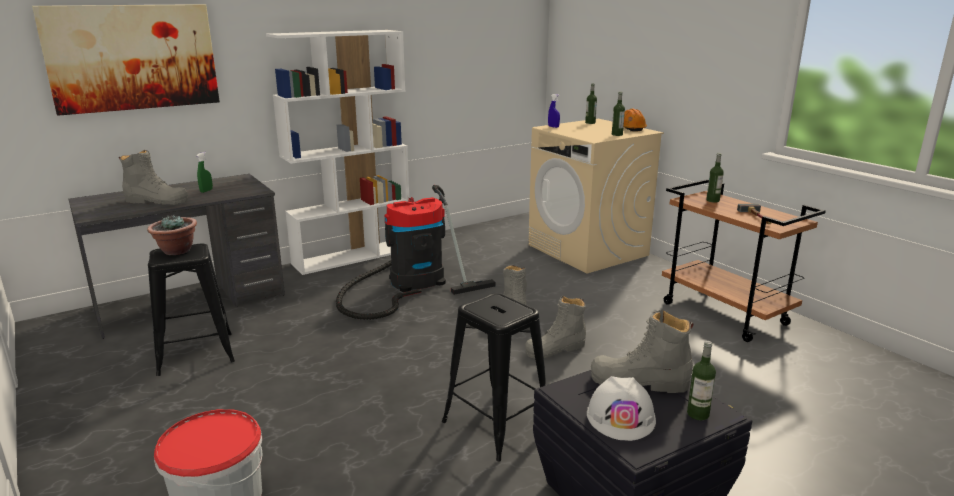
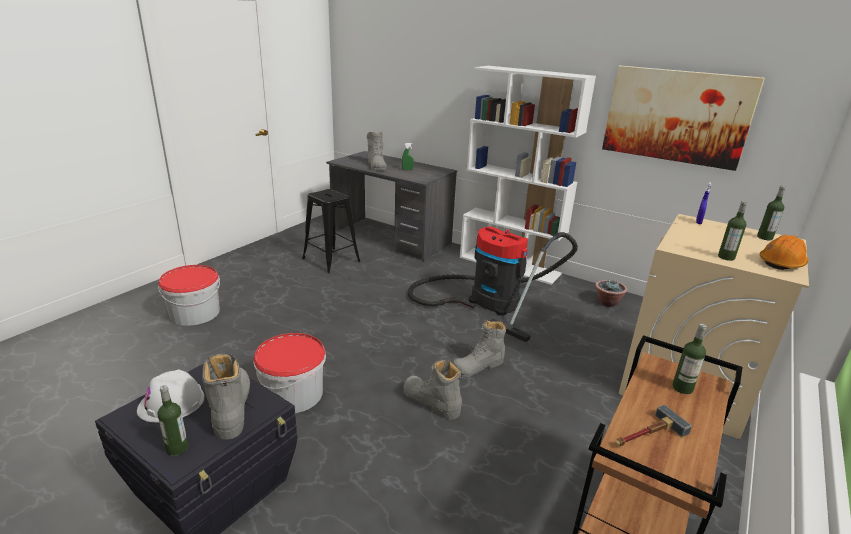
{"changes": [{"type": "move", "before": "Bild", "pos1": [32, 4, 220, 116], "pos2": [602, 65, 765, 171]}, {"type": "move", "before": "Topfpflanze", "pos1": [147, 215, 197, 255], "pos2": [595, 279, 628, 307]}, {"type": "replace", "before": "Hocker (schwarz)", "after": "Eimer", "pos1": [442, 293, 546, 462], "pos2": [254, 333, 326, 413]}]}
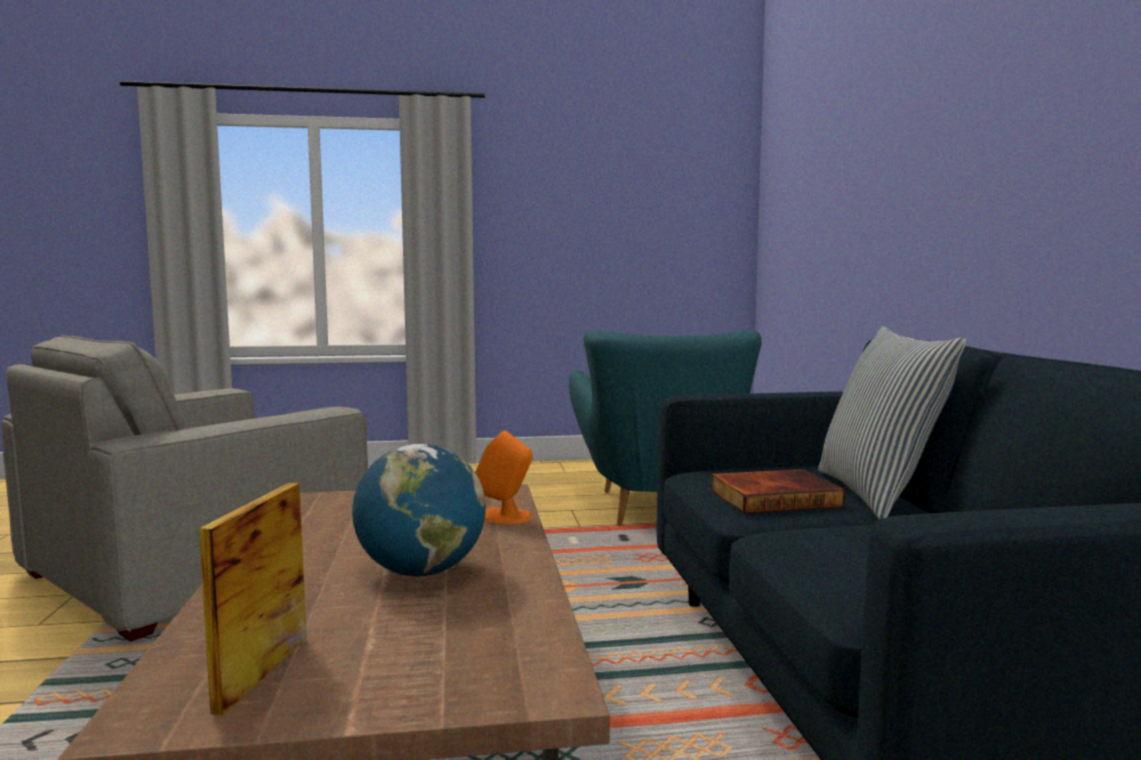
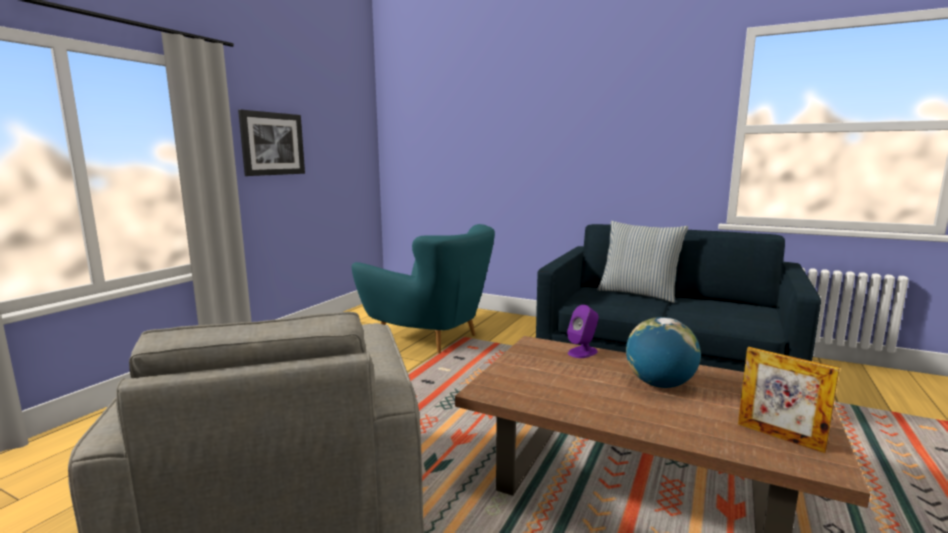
{"changes": [{"type": "recolor", "before": "Lautsprecher (orange)", "after": "Lautsprecher (lila)", "pos1": [475, 430, 533, 524], "pos2": [567, 305, 598, 358]}, {"type": "delete", "before": "Buch", "pos1": [711, 469, 845, 513]}, {"type": "insert", "after": "Bild", "pos2": [238, 110, 305, 176]}]}
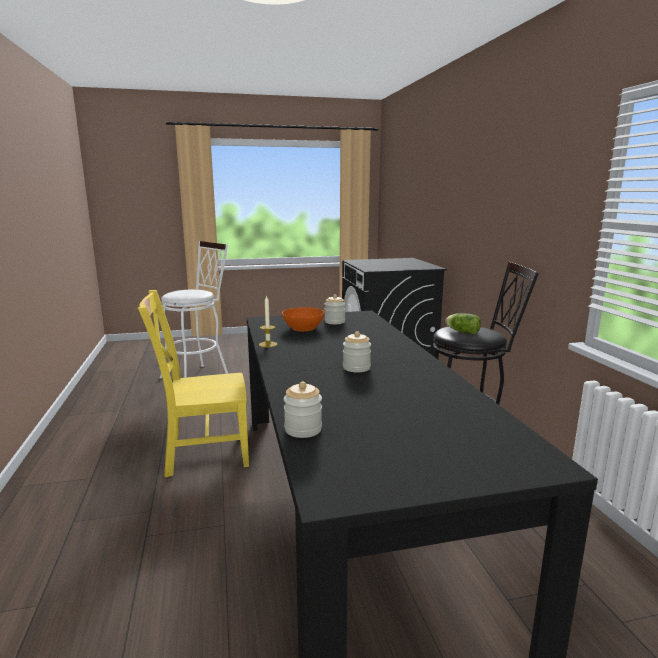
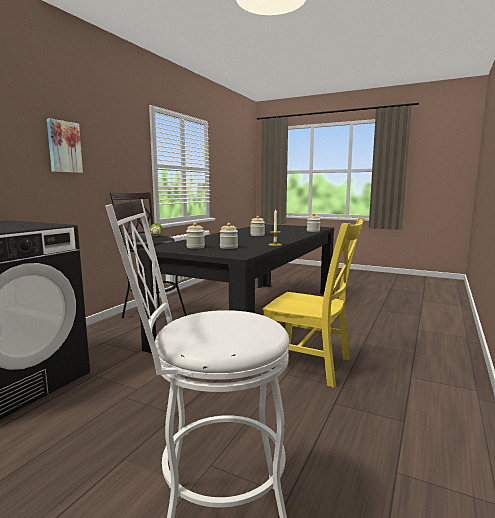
{"changes": [{"type": "replace", "before": "Schüssel (orange)", "after": "Vorratsglas", "pos1": [282, 307, 324, 331], "pos2": [220, 223, 238, 249]}, {"type": "insert", "after": "Bild", "pos2": [47, 118, 83, 173]}]}
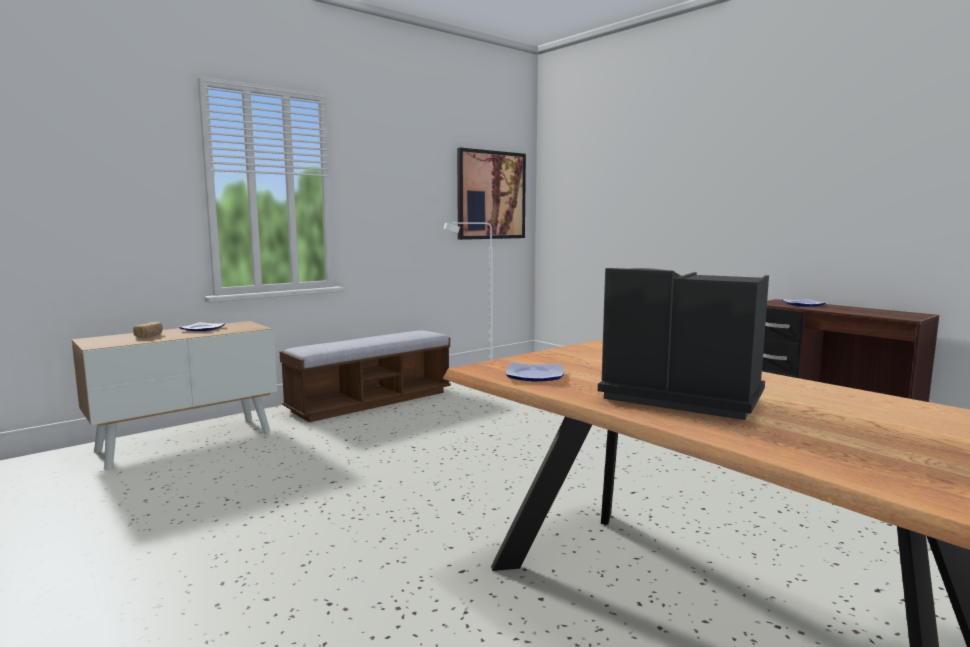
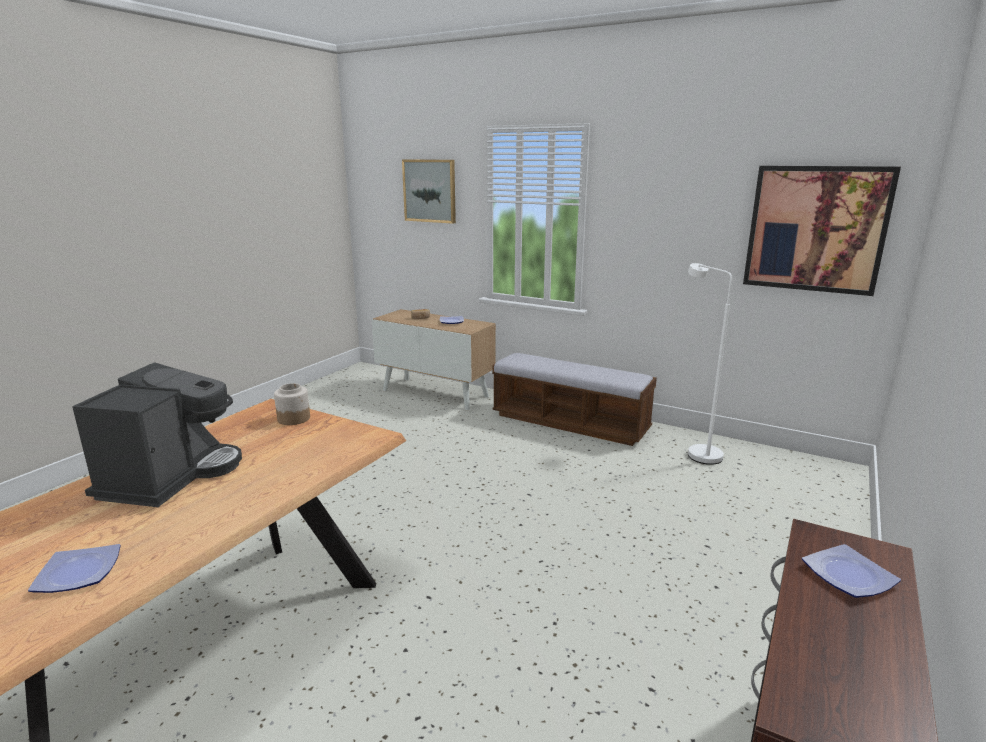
{"changes": [{"type": "move", "before": "Teller", "pos1": [506, 362, 564, 381], "pos2": [28, 544, 121, 593]}, {"type": "insert", "after": "Bild", "pos2": [402, 160, 456, 224]}, {"type": "insert", "after": "Vorratsglas", "pos2": [274, 383, 310, 425]}]}
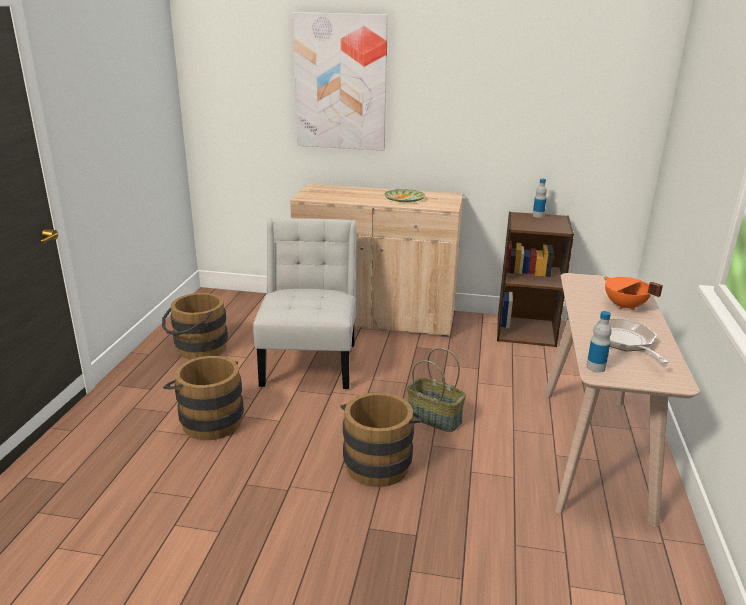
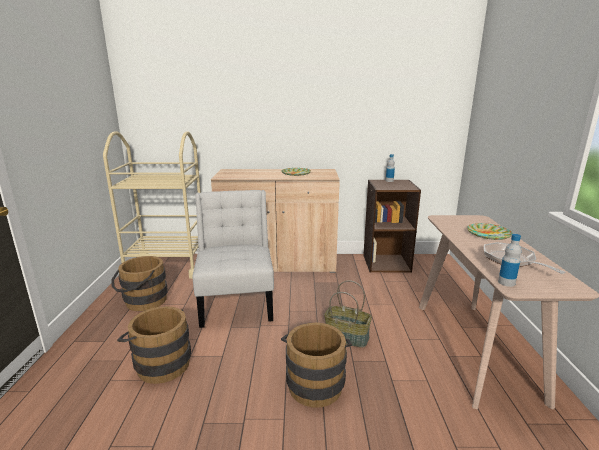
{"changes": [{"type": "delete", "before": "Bild", "pos1": [293, 12, 388, 151]}, {"type": "replace", "before": "Kochtopf (orange)", "after": "Teller", "pos1": [604, 277, 663, 310], "pos2": [467, 223, 513, 240]}, {"type": "insert", "after": "Rollwagen (beige)", "pos2": [103, 131, 201, 279]}]}
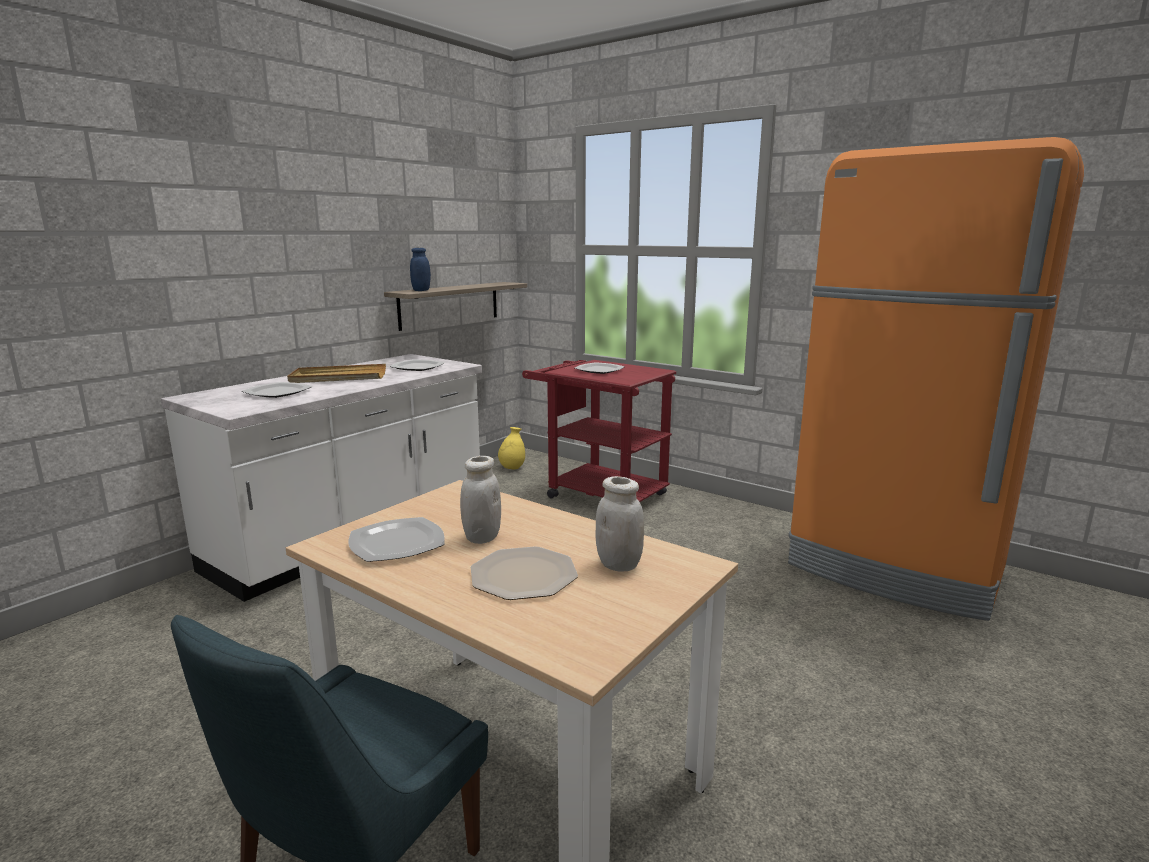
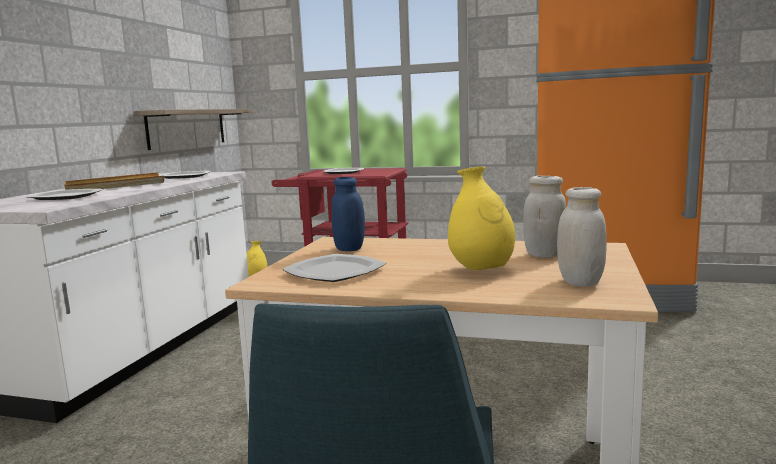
{"changes": [{"type": "move", "before": "Vorratsglas (blau)", "pos1": [410, 248, 431, 291], "pos2": [332, 177, 365, 251]}, {"type": "move", "before": "Vorratsglas (weiß)", "pos1": [460, 456, 501, 544], "pos2": [557, 187, 607, 286]}, {"type": "replace", "before": "Teller", "after": "Vase (gelb)", "pos1": [471, 546, 578, 600], "pos2": [448, 166, 515, 270]}]}
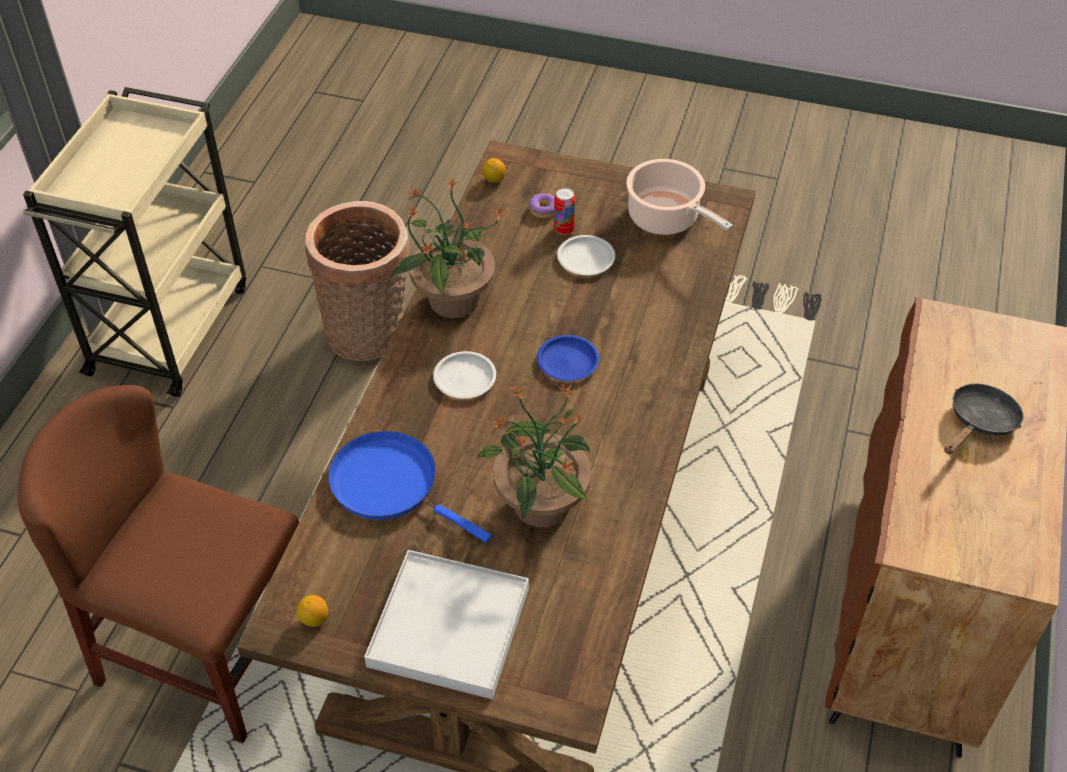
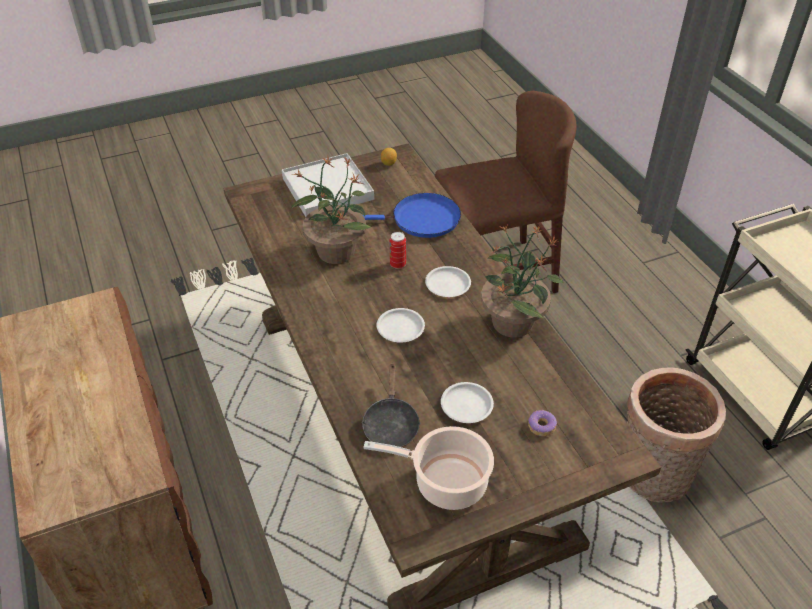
{"changes": [{"type": "delete", "before": "Zitrone", "pos1": [482, 158, 506, 183]}, {"type": "move", "before": "Dose", "pos1": [554, 188, 576, 235], "pos2": [390, 232, 406, 269]}, {"type": "recolor", "before": "Teller (blau)", "after": "Teller (weiß)", "pos1": [537, 335, 599, 381], "pos2": [376, 308, 425, 343]}, {"type": "move", "before": "Pfanne (schwarz)", "pos1": [945, 384, 1024, 454], "pos2": [361, 364, 421, 447]}]}
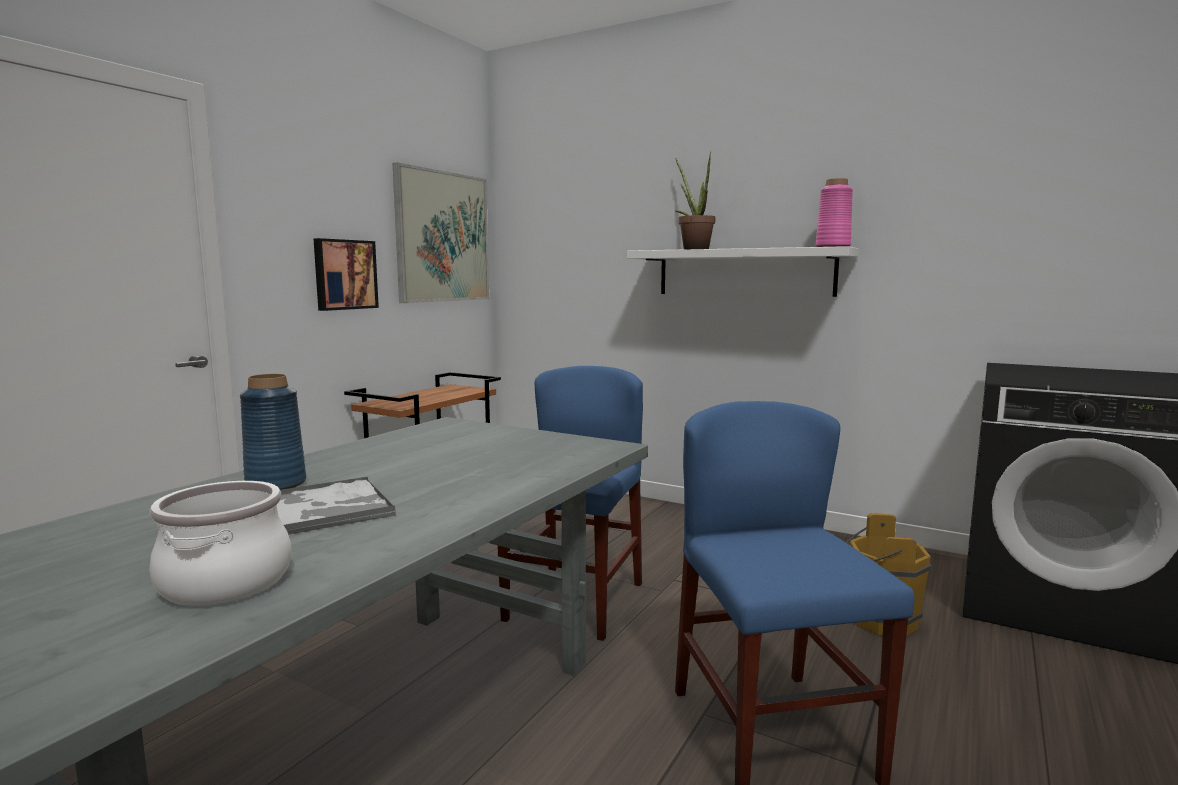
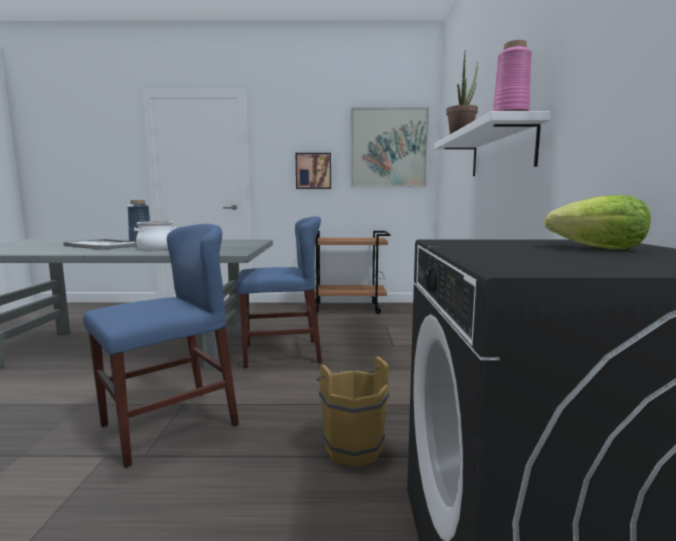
{"changes": [{"type": "move", "before": "Kochtopf", "pos1": [149, 481, 292, 606], "pos2": [134, 221, 176, 250]}, {"type": "insert", "after": "Salatkopf", "pos2": [544, 195, 651, 249]}]}
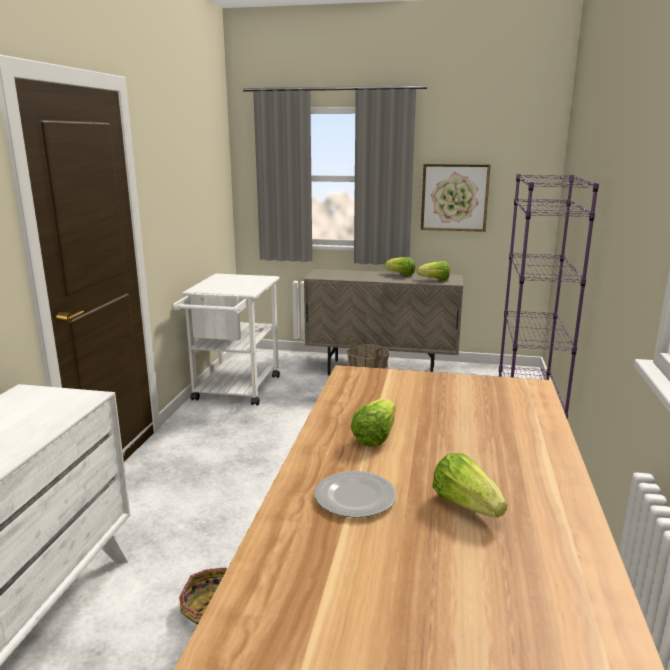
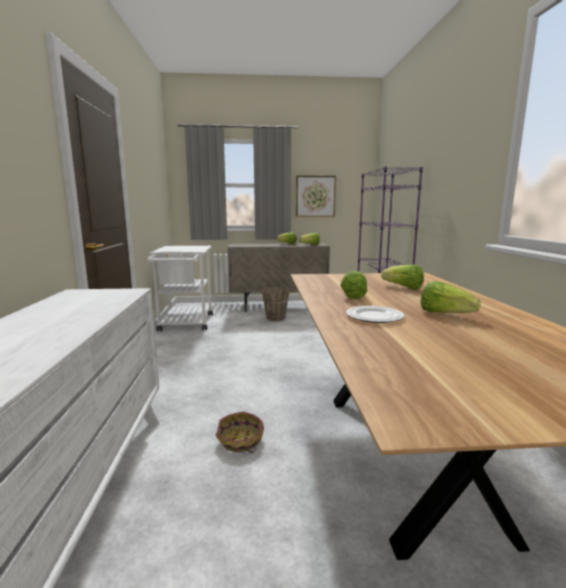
{"changes": [{"type": "insert", "after": "Salatkopf", "pos2": [381, 265, 424, 289]}]}
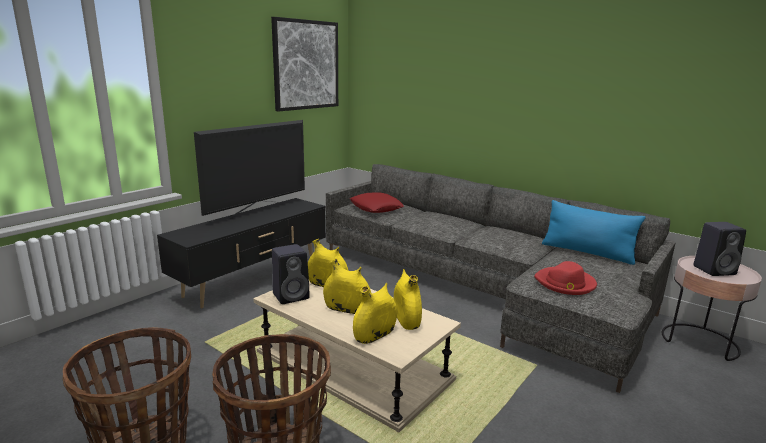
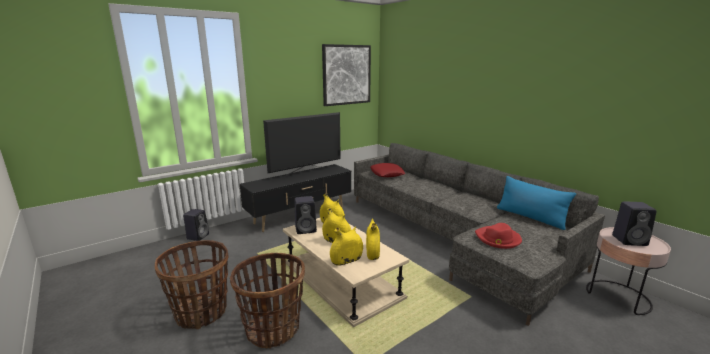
{"changes": [{"type": "insert", "after": "Lautsprecher (schwarz)", "pos2": [183, 209, 209, 241]}]}
